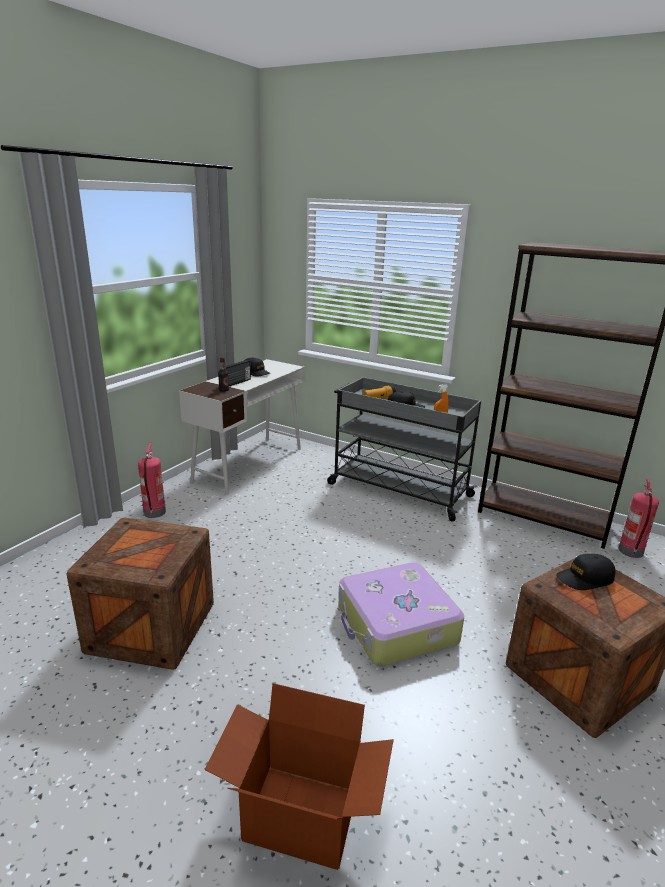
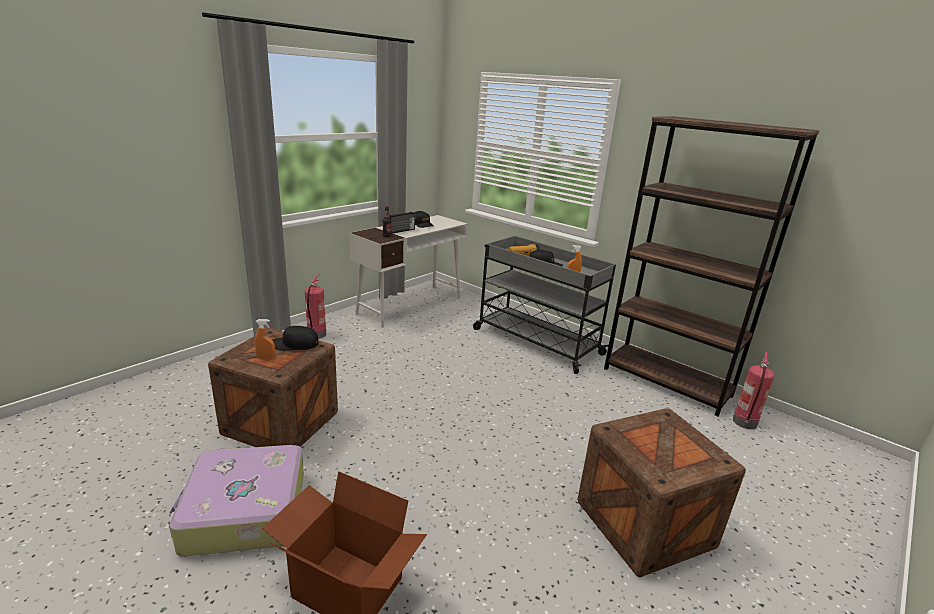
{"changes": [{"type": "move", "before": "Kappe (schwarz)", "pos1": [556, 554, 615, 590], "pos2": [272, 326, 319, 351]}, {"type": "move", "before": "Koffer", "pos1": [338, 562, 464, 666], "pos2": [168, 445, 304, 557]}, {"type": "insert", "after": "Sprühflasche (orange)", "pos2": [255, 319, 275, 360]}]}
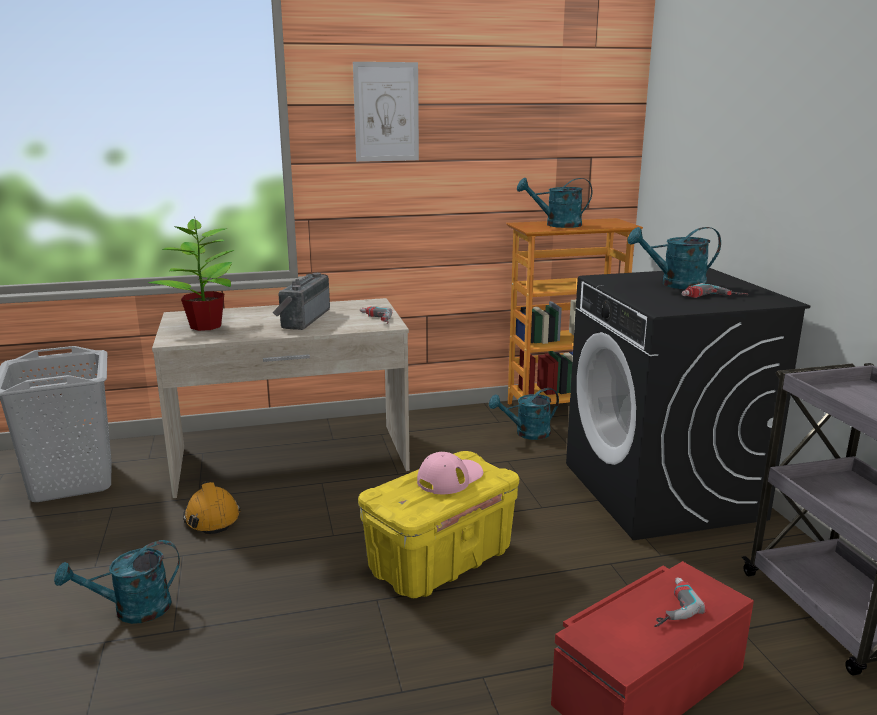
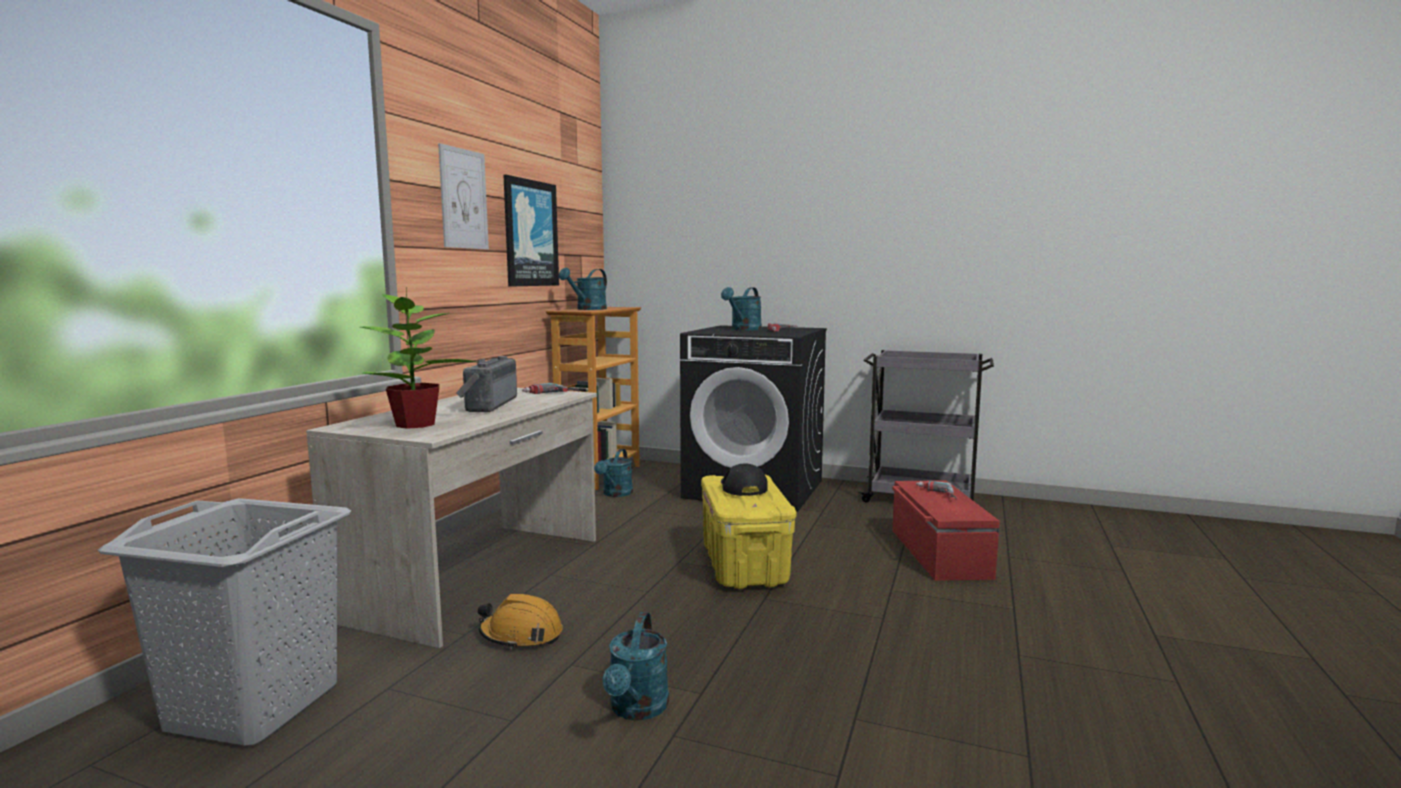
{"changes": [{"type": "rotate", "before": "Radio", "pos1": [273, 273, 330, 330], "pos2": [456, 356, 517, 412], "turn": 45}, {"type": "recolor", "before": "Kappe (rosa)", "after": "Kappe (schwarz)", "pos1": [417, 452, 483, 494], "pos2": [721, 464, 768, 496]}, {"type": "insert", "after": "Bild", "pos2": [503, 175, 559, 287]}]}
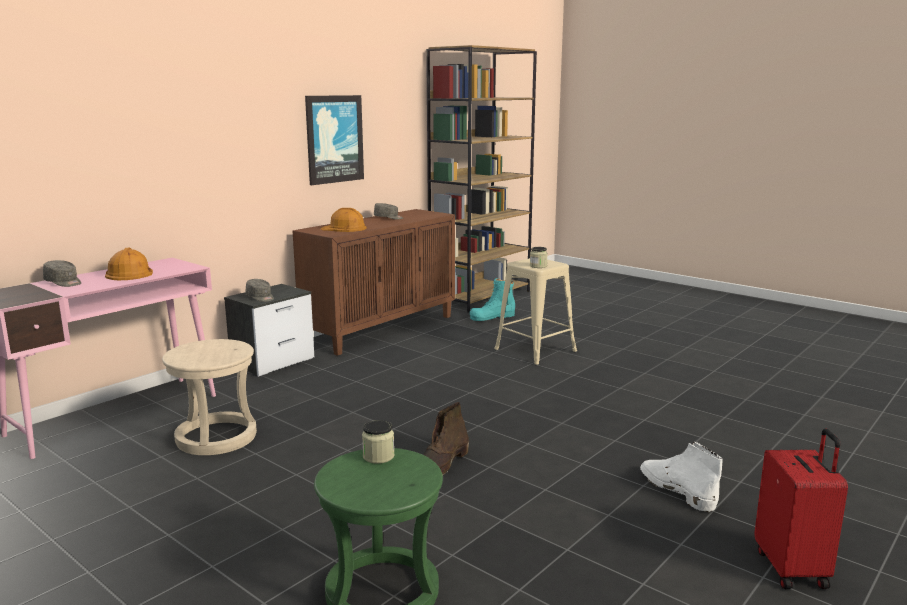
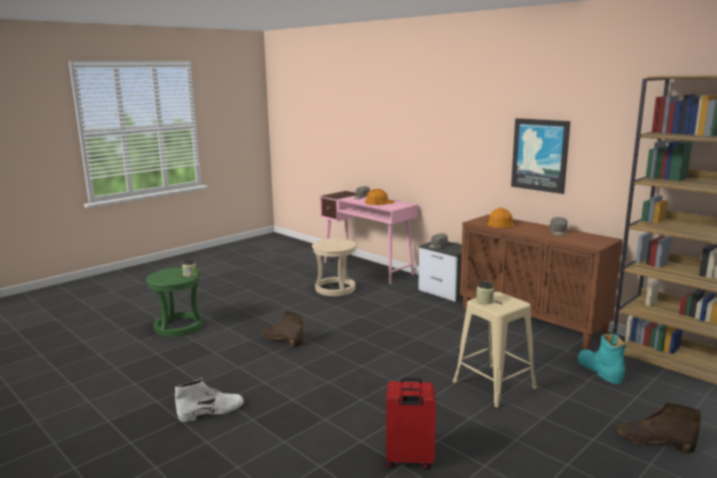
{"changes": [{"type": "move", "before": "Koffer (rot)", "pos1": [754, 429, 848, 589], "pos2": [385, 377, 436, 469]}, {"type": "insert", "after": "Stiefel (braun)", "pos2": [616, 402, 701, 453]}]}
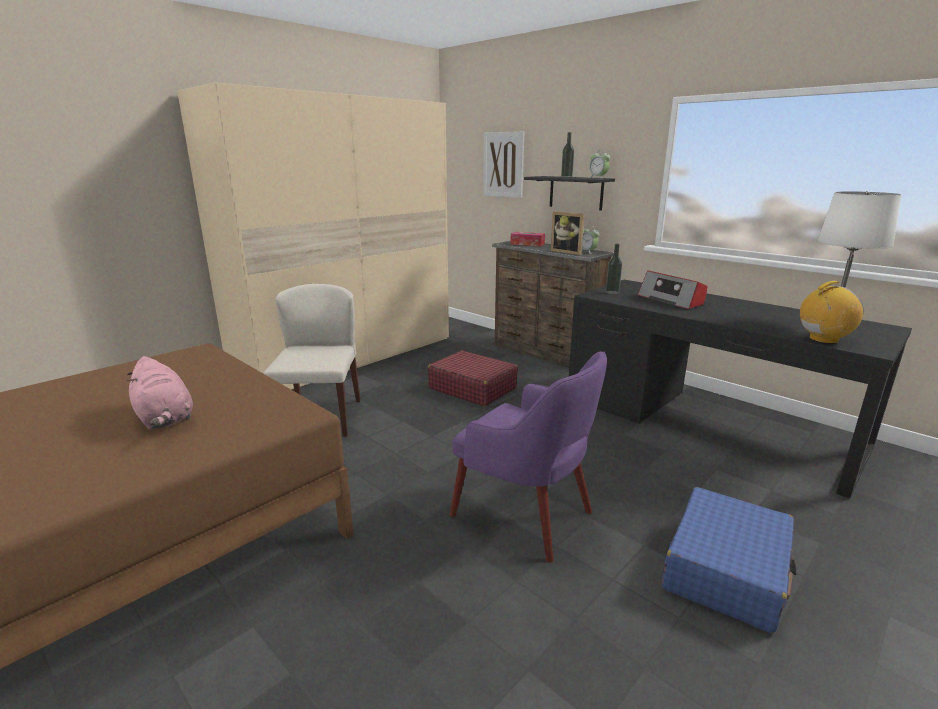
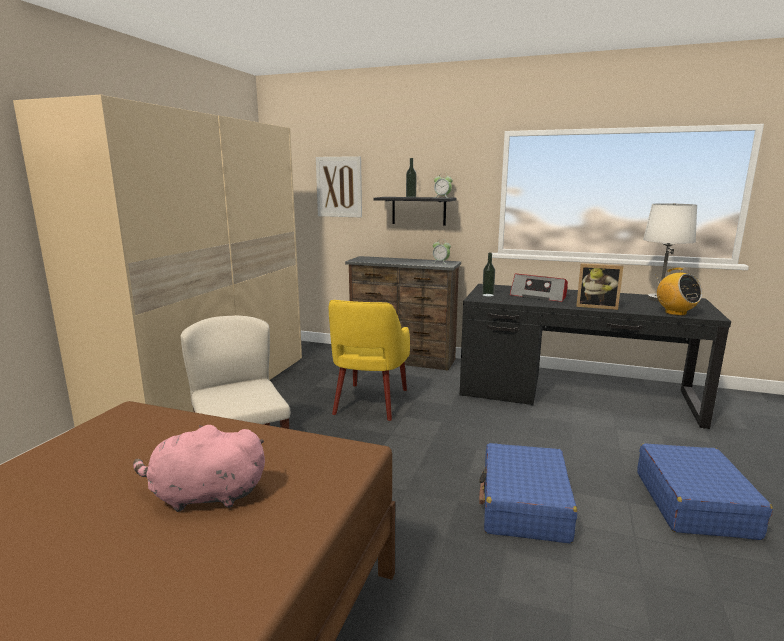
{"changes": [{"type": "move", "before": "Bilderrahmen", "pos1": [551, 211, 584, 255], "pos2": [576, 263, 623, 310]}, {"type": "delete", "before": "Taschentuchbox", "pos1": [510, 232, 545, 246]}, {"type": "rotate", "before": "Radio", "pos1": [800, 281, 864, 344], "pos2": [657, 268, 703, 316], "turn": 105}, {"type": "replace", "before": "Koffer (rot)", "after": "Sessel (gelb)", "pos1": [428, 350, 518, 406], "pos2": [329, 300, 410, 421]}, {"type": "replace", "before": "Sessel (lila)", "after": "Koffer (blau)", "pos1": [450, 351, 607, 563], "pos2": [479, 443, 577, 543]}, {"type": "rotate", "before": "Plüschtier (rosa)", "pos1": [127, 356, 193, 430], "pos2": [133, 425, 265, 512], "turn": 150}]}
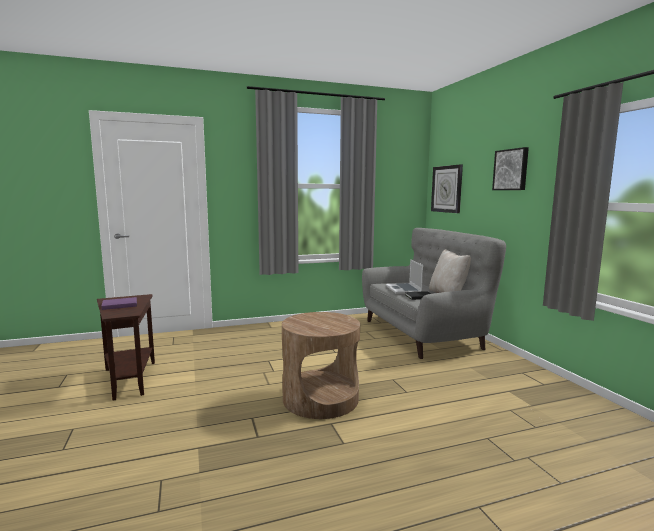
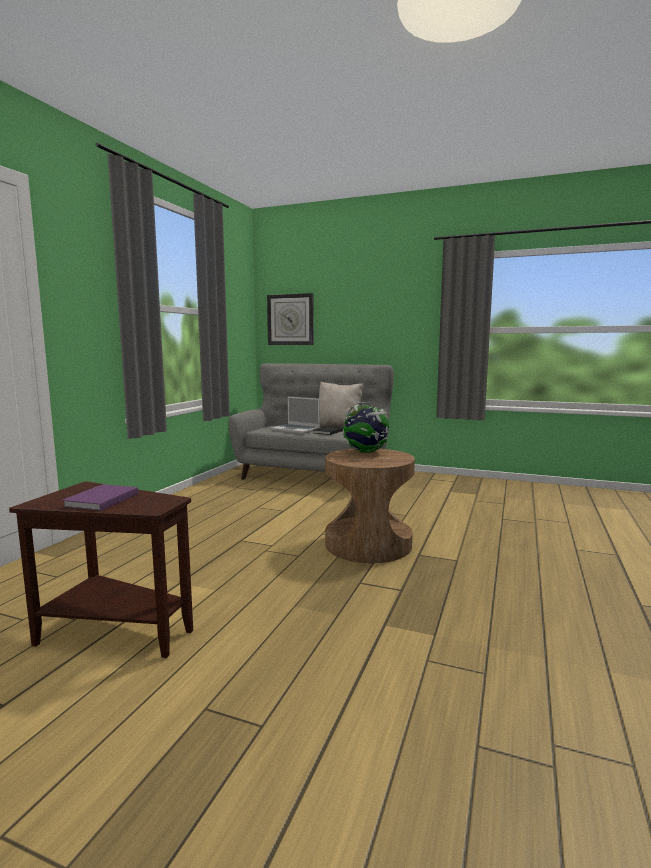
{"changes": [{"type": "delete", "before": "Bild", "pos1": [492, 147, 529, 190]}, {"type": "insert", "after": "Globus", "pos2": [342, 402, 390, 453]}]}
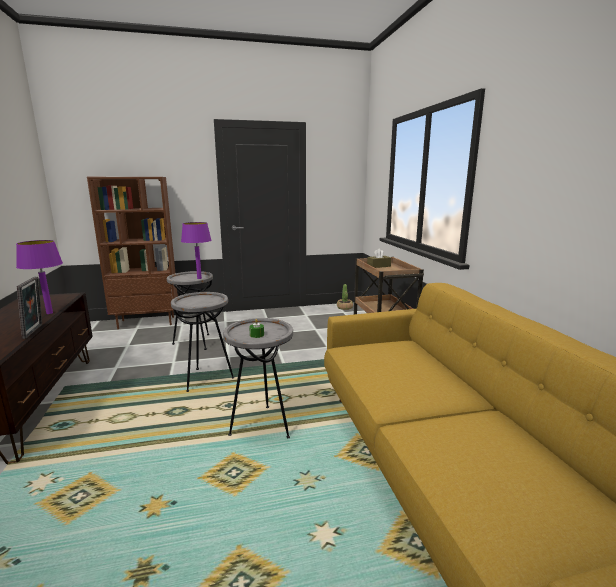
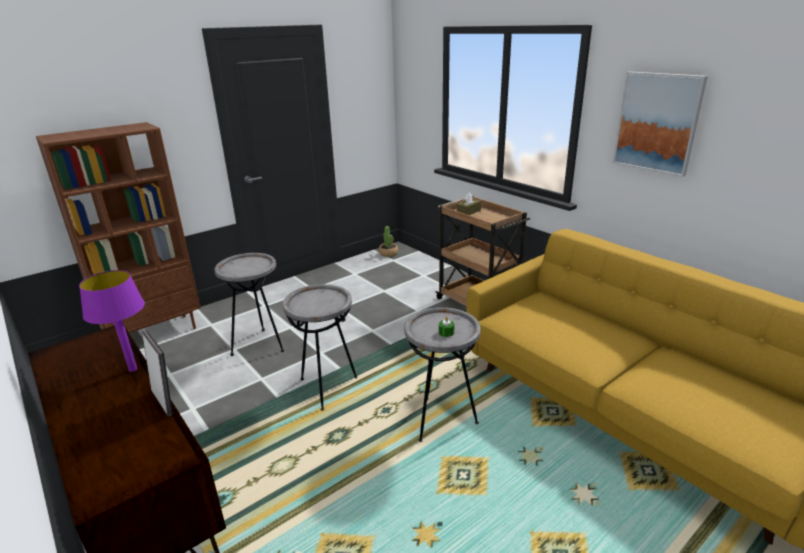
{"changes": [{"type": "delete", "before": "Tischlampe (lila)", "pos1": [181, 222, 212, 279]}, {"type": "insert", "after": "Bild", "pos2": [613, 72, 708, 177]}]}
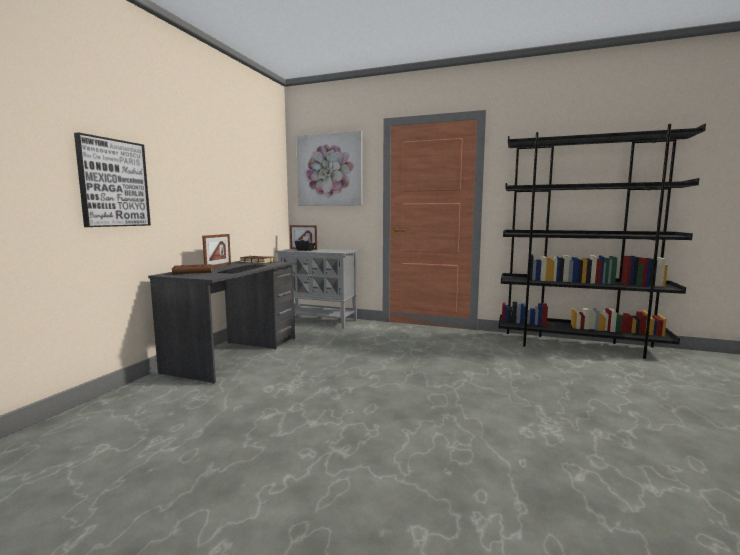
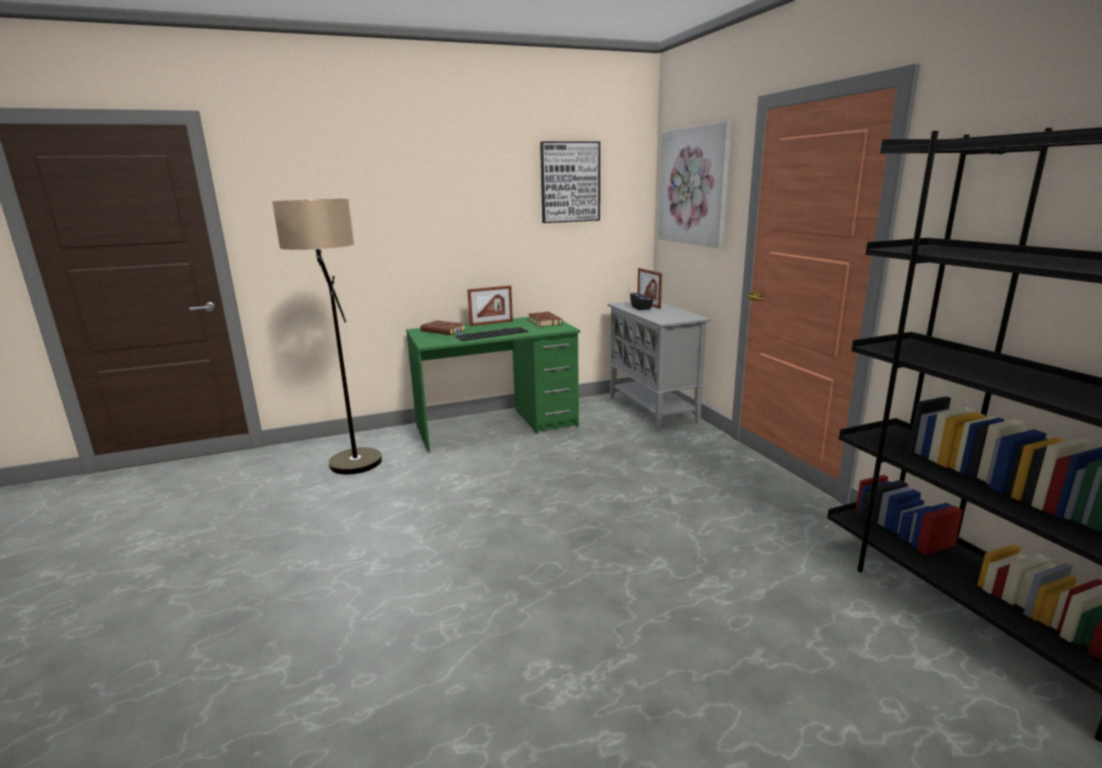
{"changes": [{"type": "move", "before": "Bild", "pos1": [74, 132, 151, 227], "pos2": [540, 141, 600, 223]}, {"type": "recolor", "before": "Schreibtisch (grau)", "after": "Schreibtisch (grün)", "pos1": [148, 261, 296, 384], "pos2": [406, 317, 580, 452]}, {"type": "insert", "after": "Stehlampe", "pos2": [272, 199, 382, 475]}]}
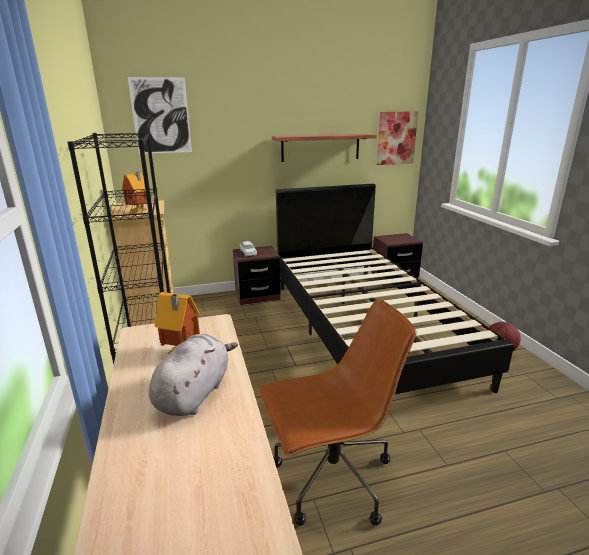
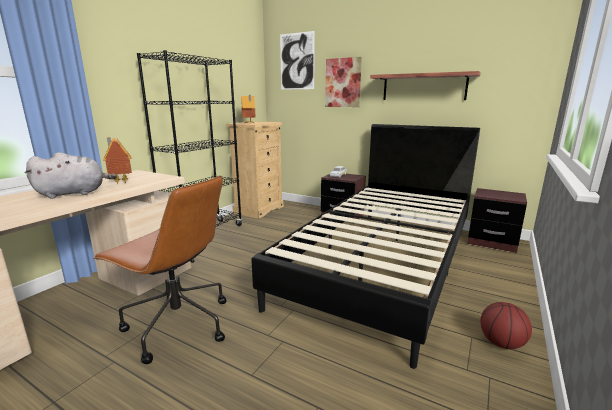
{"changes": [{"type": "move", "before": "Bild", "pos1": [377, 111, 418, 165], "pos2": [325, 57, 362, 107]}]}
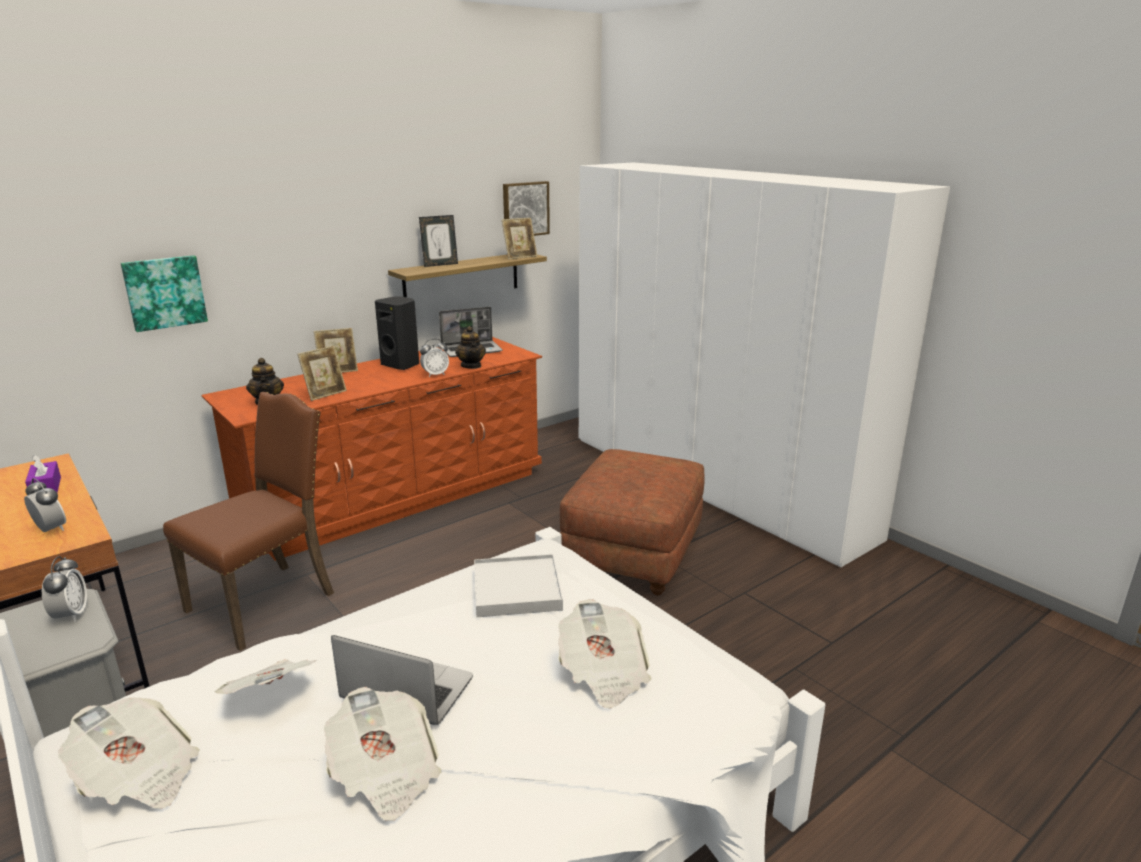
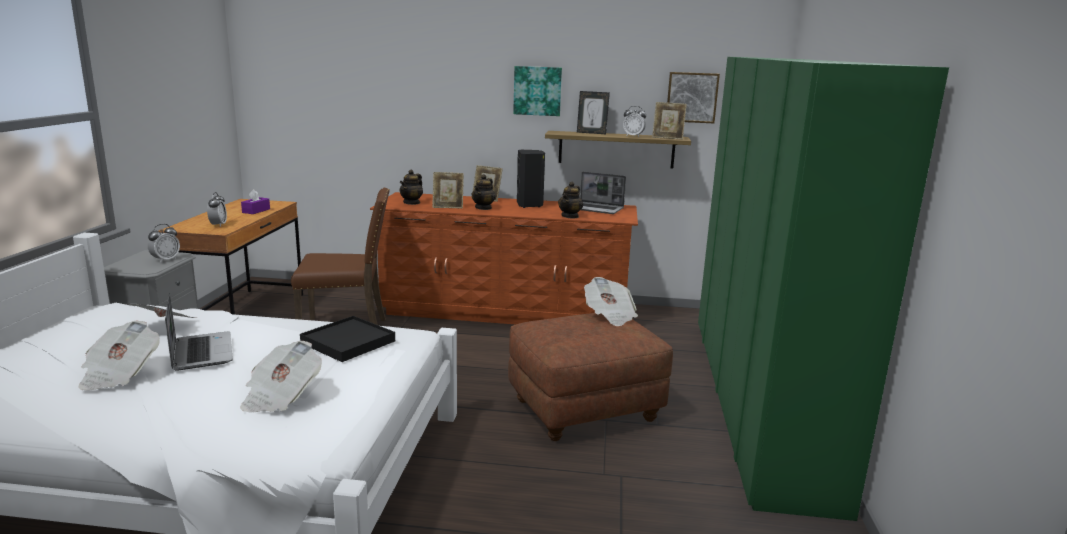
{"changes": [{"type": "recolor", "before": "Kleiderschrank (weiß)", "after": "Kleiderschrank (grün)", "pos1": [579, 162, 950, 567], "pos2": [698, 57, 949, 521]}, {"type": "move", "before": "Bild", "pos1": [121, 255, 208, 332], "pos2": [513, 66, 562, 116]}, {"type": "move", "before": "Wecker", "pos1": [420, 339, 449, 377], "pos2": [623, 106, 646, 137]}, {"type": "recolor", "before": "Tablett (weiß)", "after": "Tablett (schwarz)", "pos1": [474, 554, 563, 617], "pos2": [300, 316, 395, 362]}, {"type": "move", "before": "Zeitung", "pos1": [58, 698, 200, 809], "pos2": [584, 277, 638, 327]}, {"type": "insert", "after": "Teekanne", "pos2": [471, 174, 496, 210]}]}
